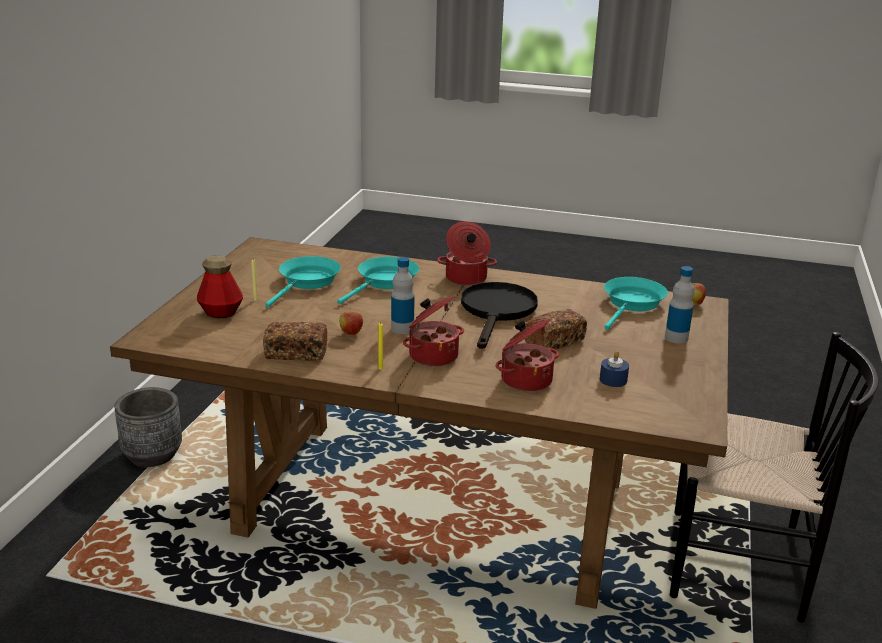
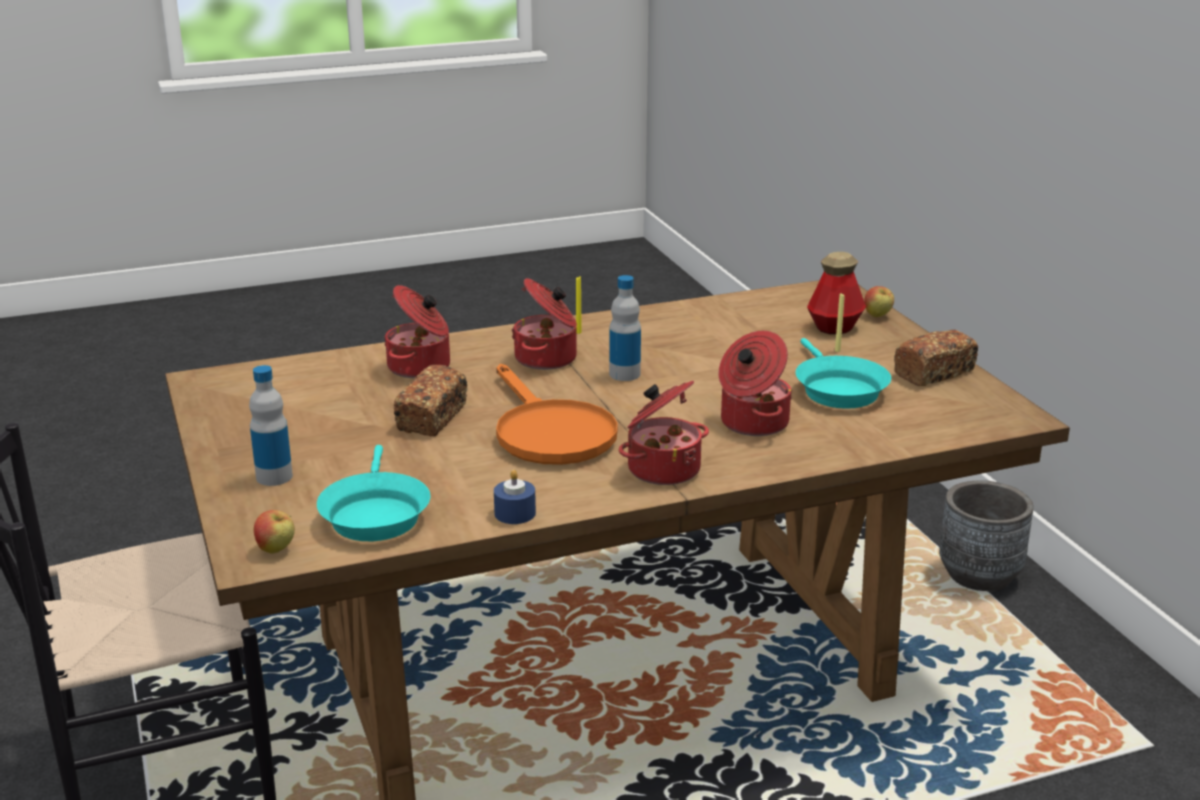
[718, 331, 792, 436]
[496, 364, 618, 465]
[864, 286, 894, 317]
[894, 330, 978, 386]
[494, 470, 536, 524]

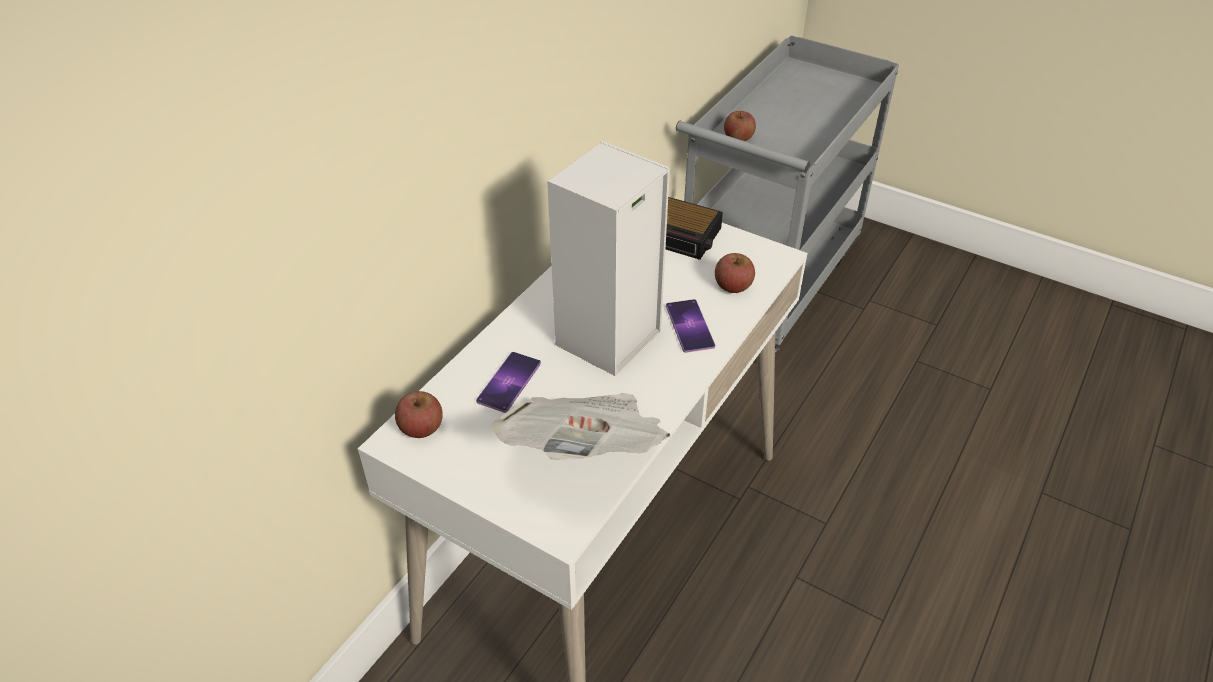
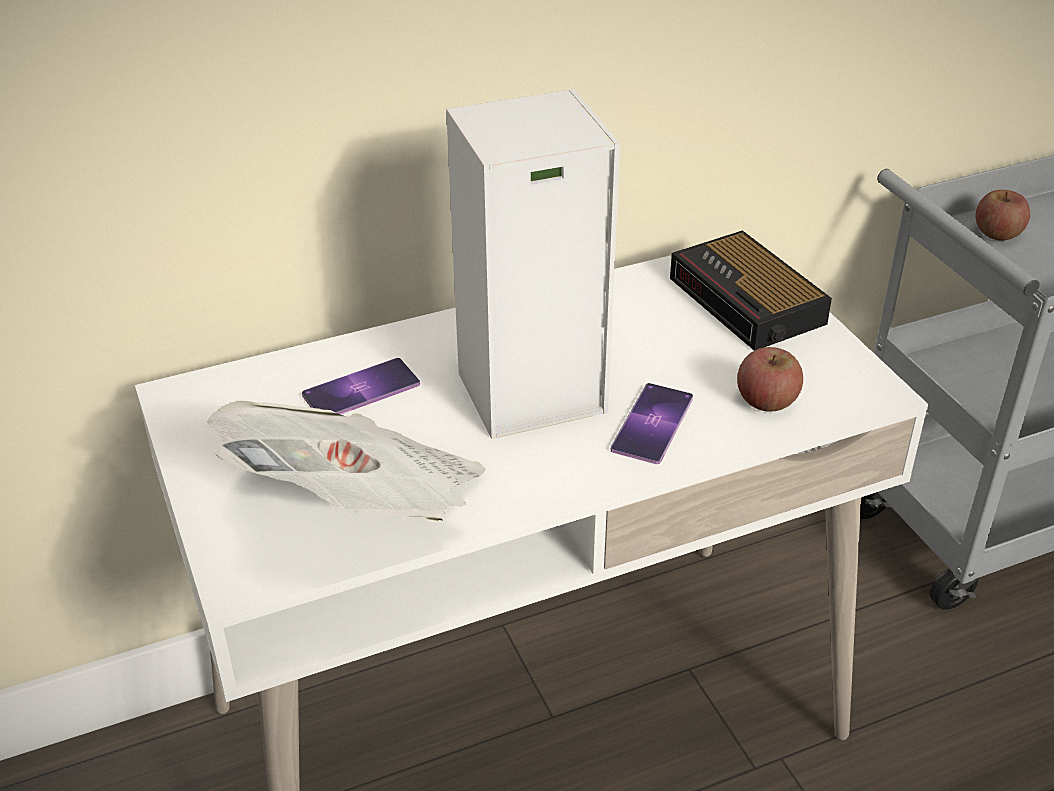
[395, 391, 443, 438] (first image)

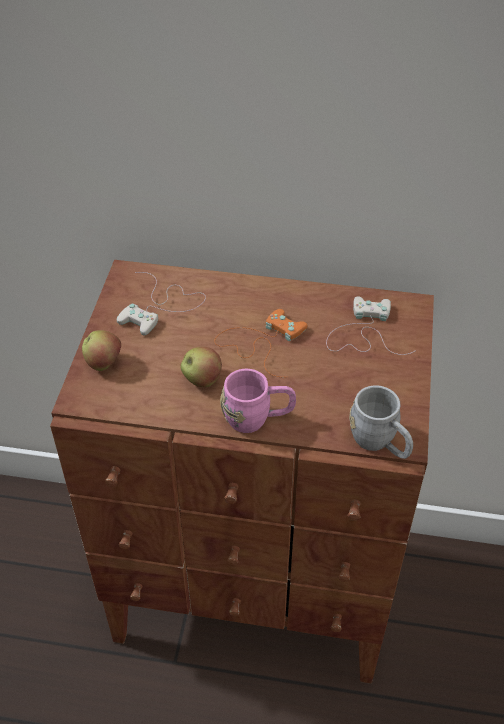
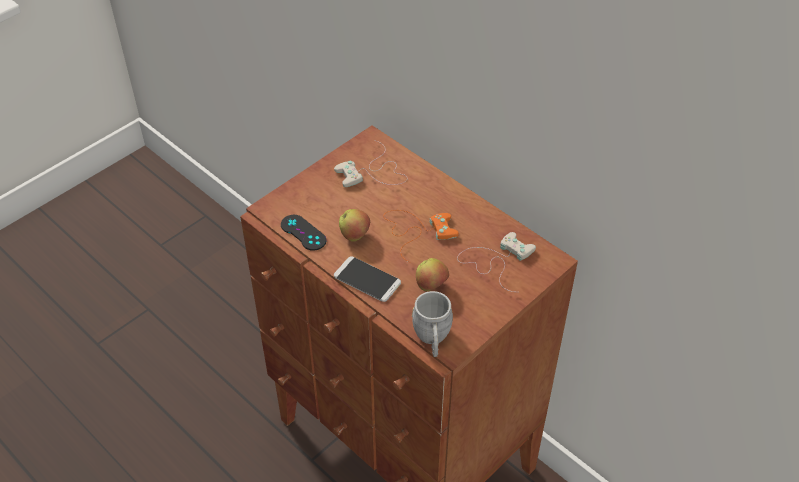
[416, 258, 449, 291]
[334, 256, 401, 302]
[281, 215, 326, 251]

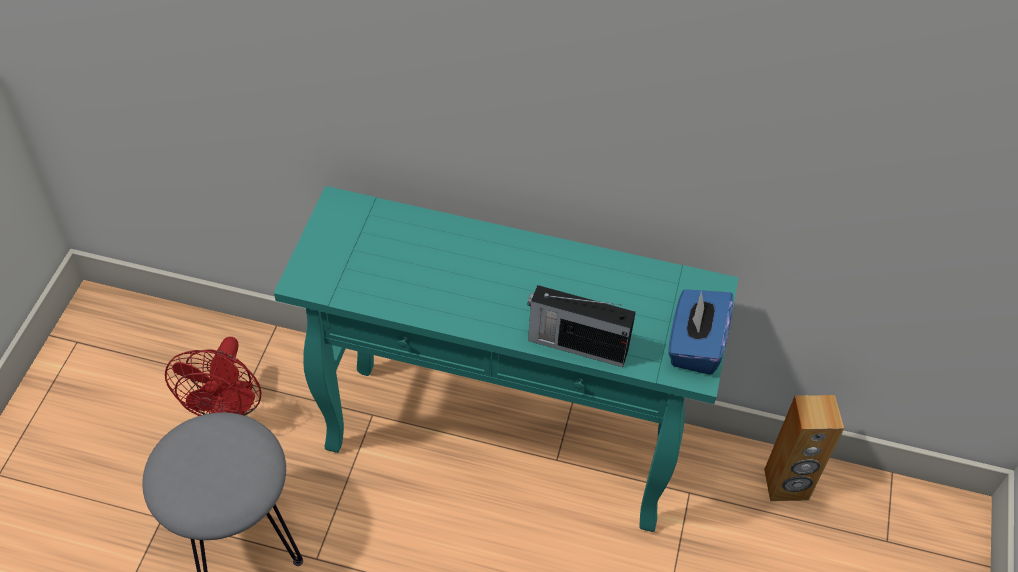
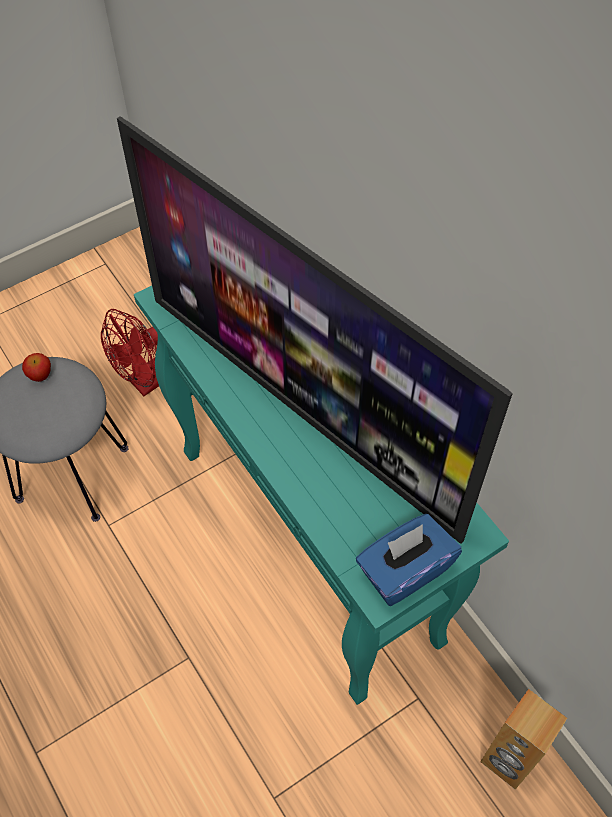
[527, 285, 636, 367] (first image)
[117, 116, 513, 544]
[22, 353, 51, 382]

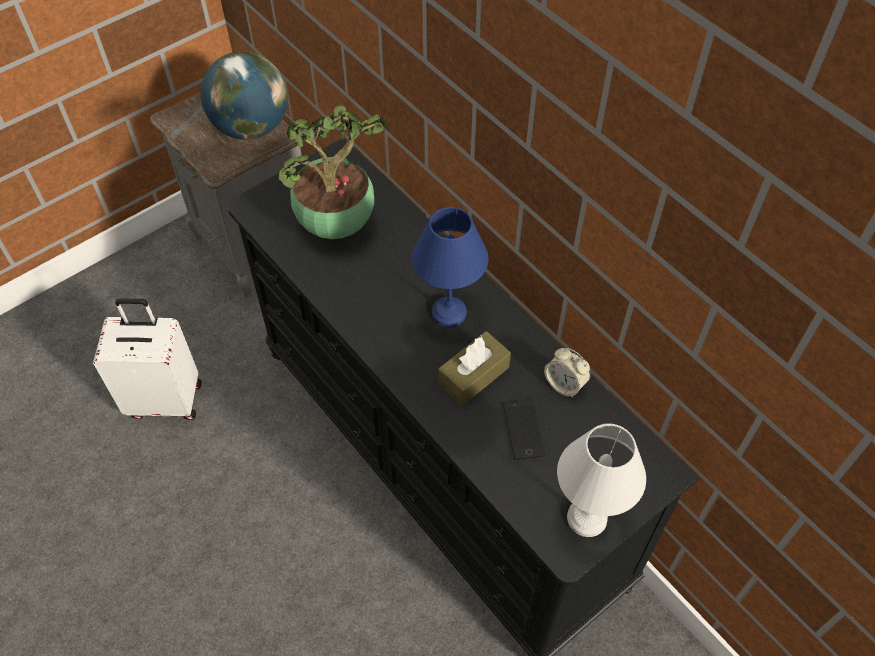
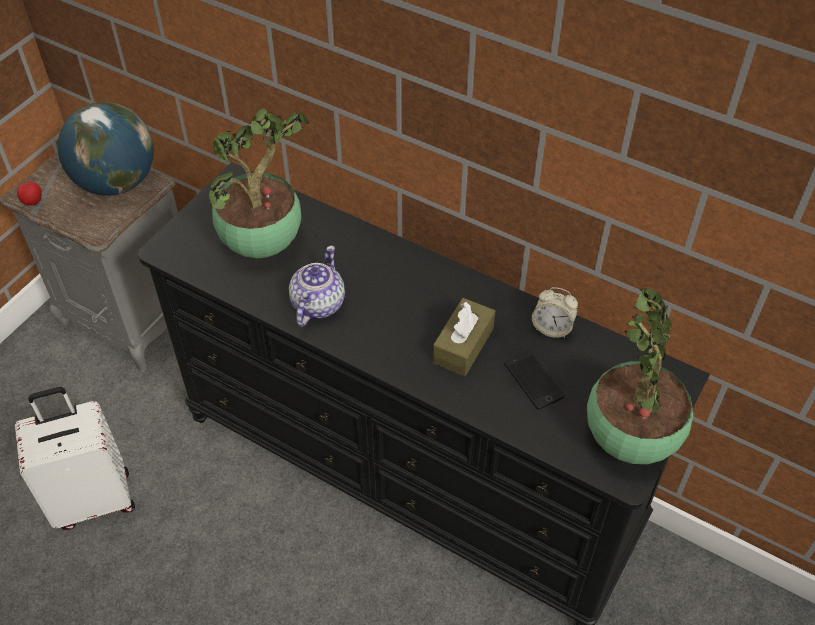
[412, 207, 488, 327] (first image)
[587, 289, 693, 464]
[17, 182, 42, 206]
[289, 246, 345, 327]

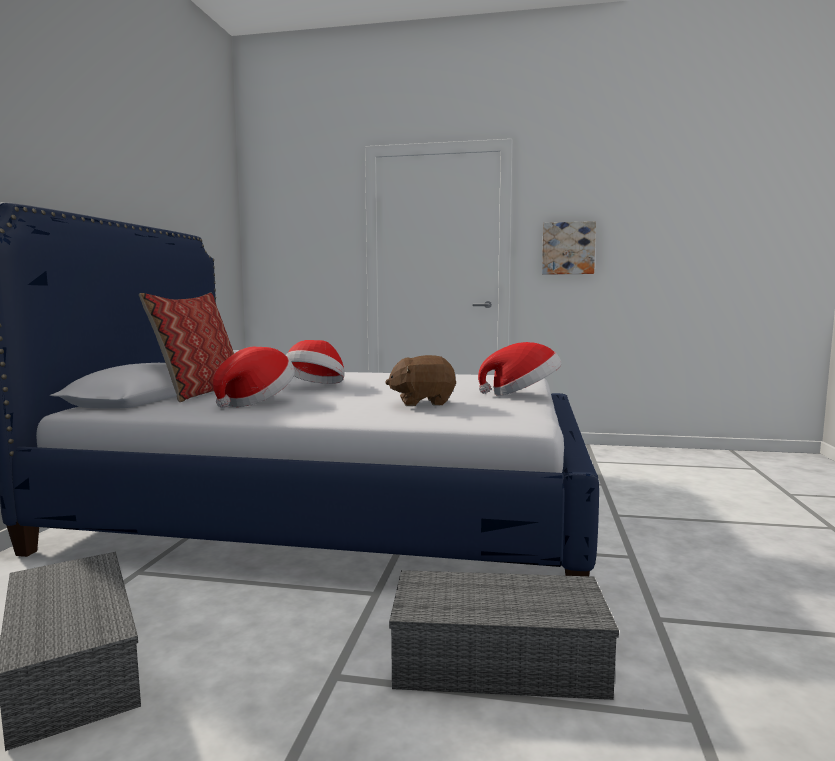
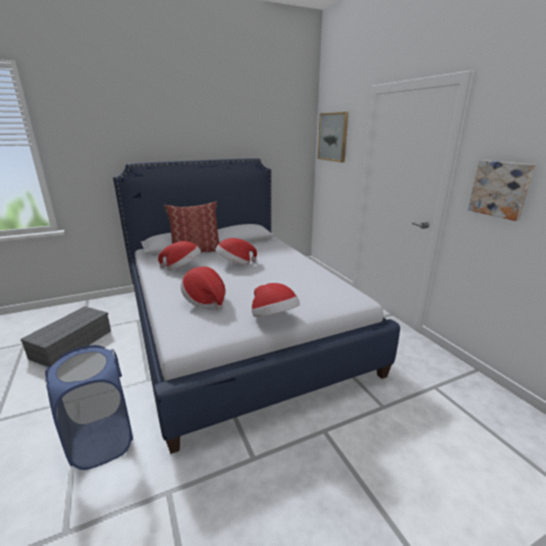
[181, 266, 226, 310]
[45, 345, 133, 470]
[318, 112, 349, 163]

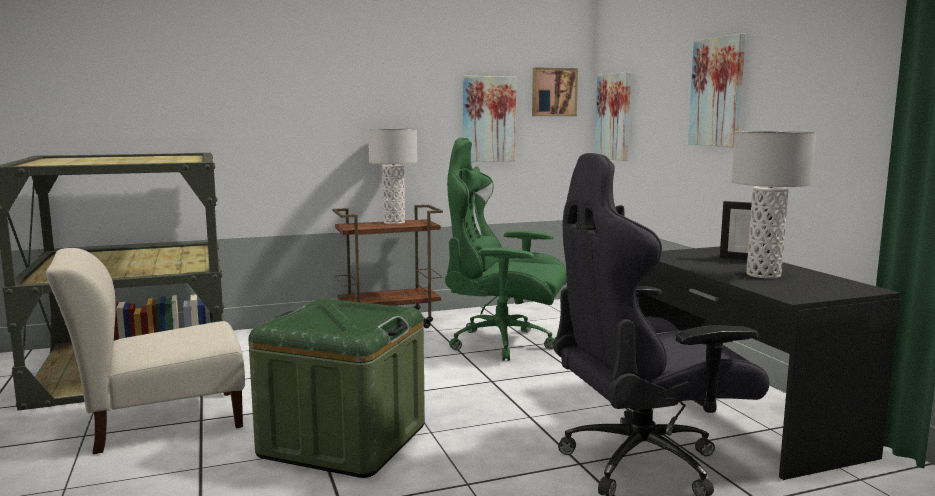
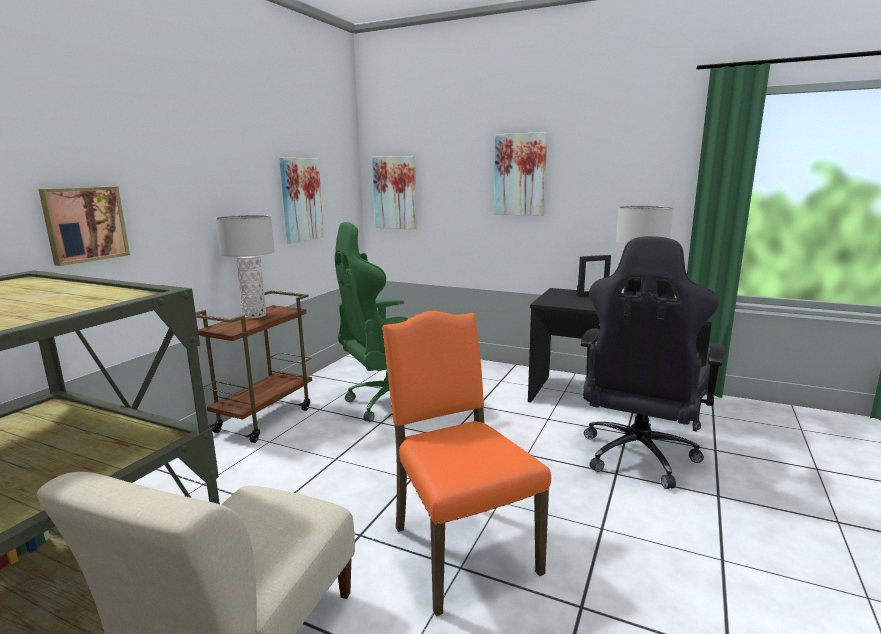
[38, 187, 130, 266]
[382, 311, 551, 616]

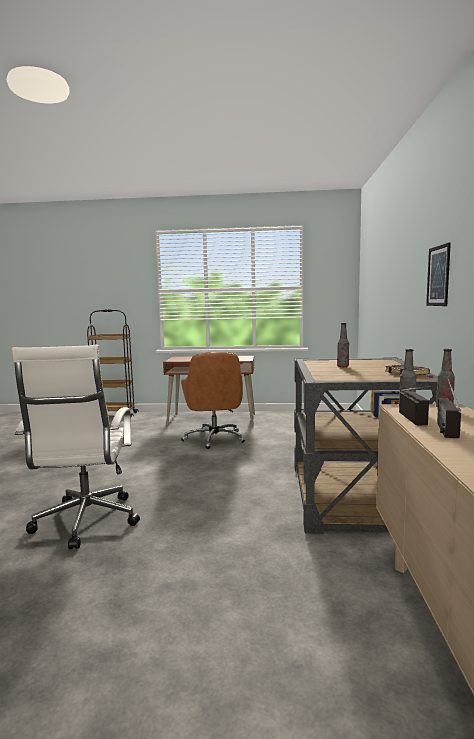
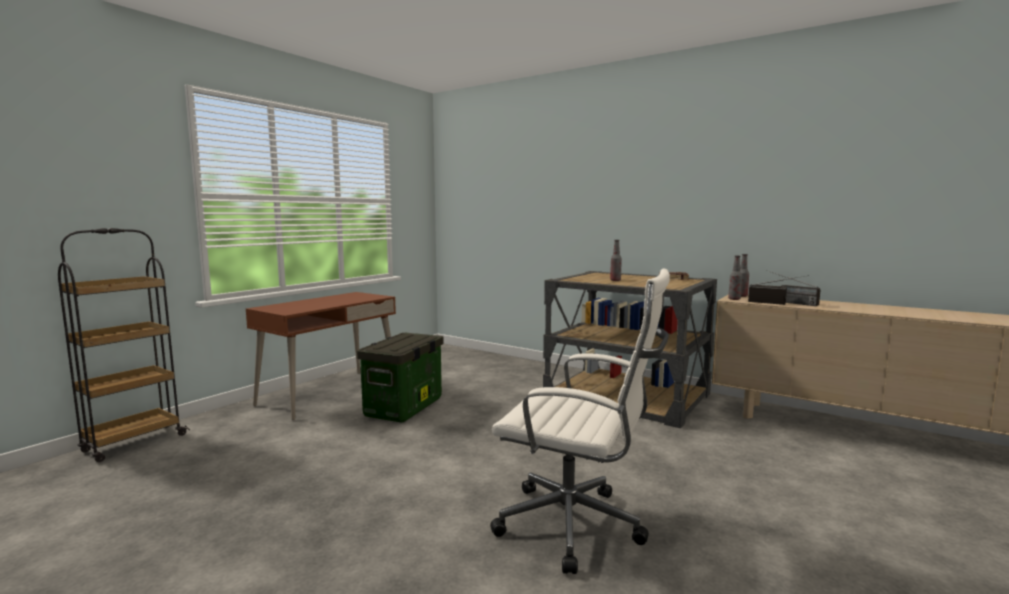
[426, 242, 451, 306] (first image)
[357, 333, 444, 423]

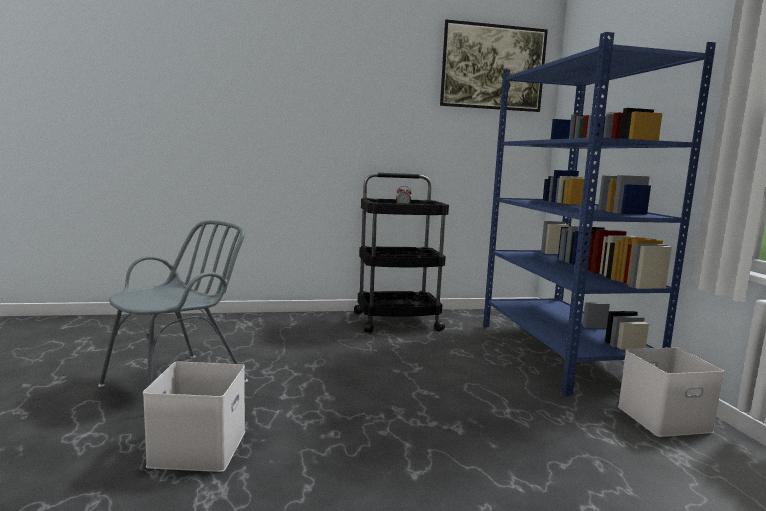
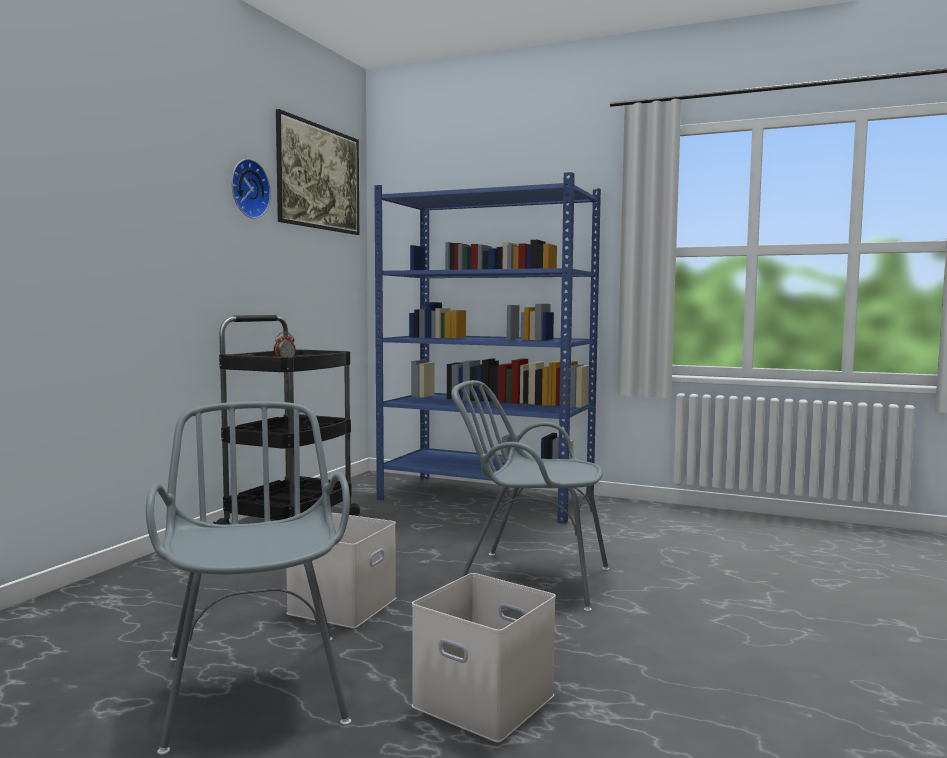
[286, 513, 396, 628]
[231, 159, 271, 219]
[451, 380, 609, 611]

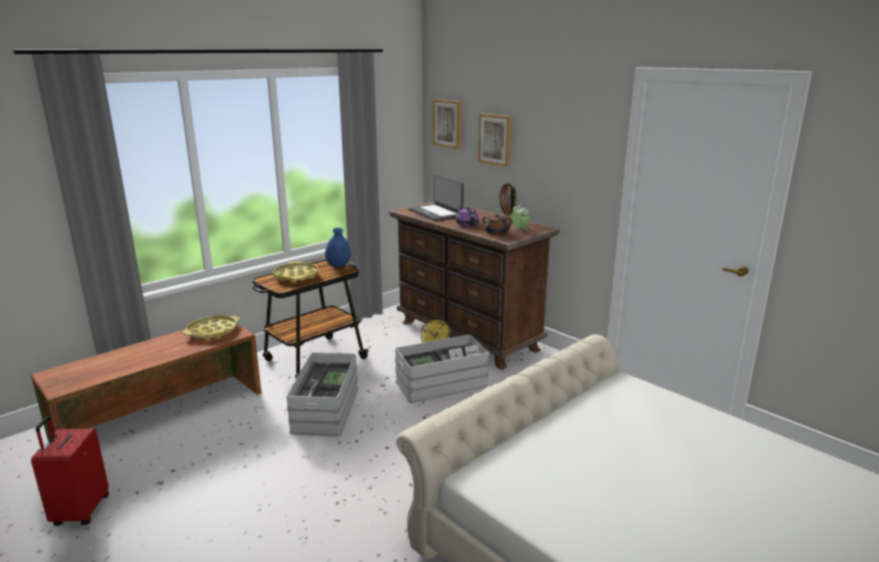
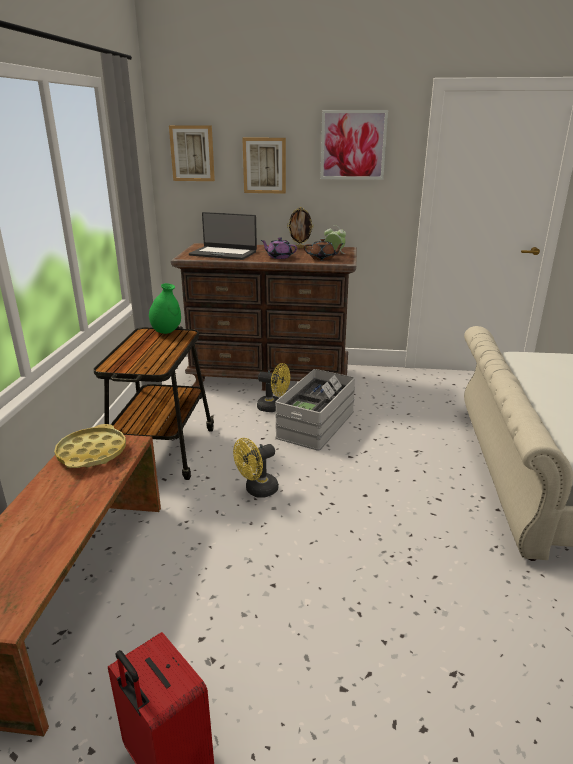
[149, 283, 181, 334]
[273, 262, 318, 282] (first image)
[233, 438, 278, 498]
[320, 110, 388, 180]

